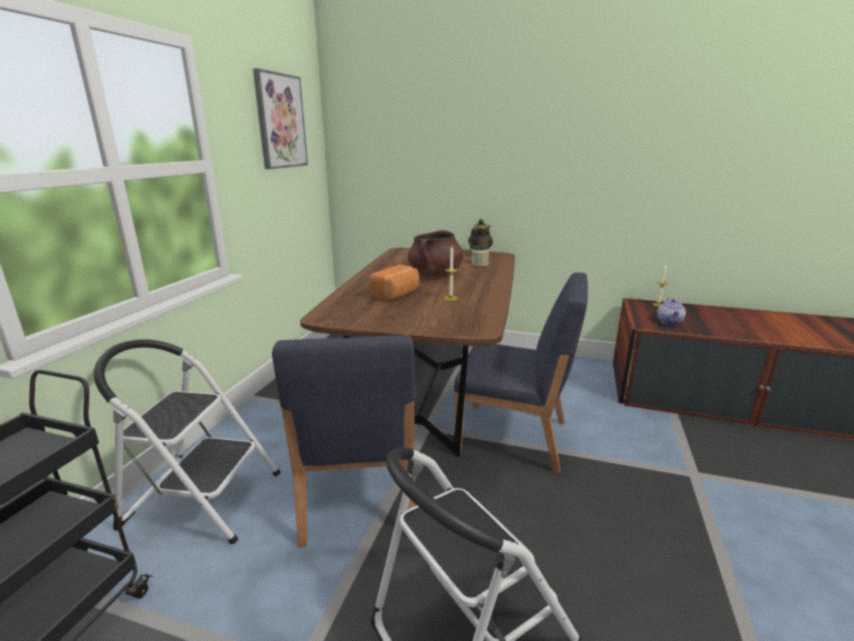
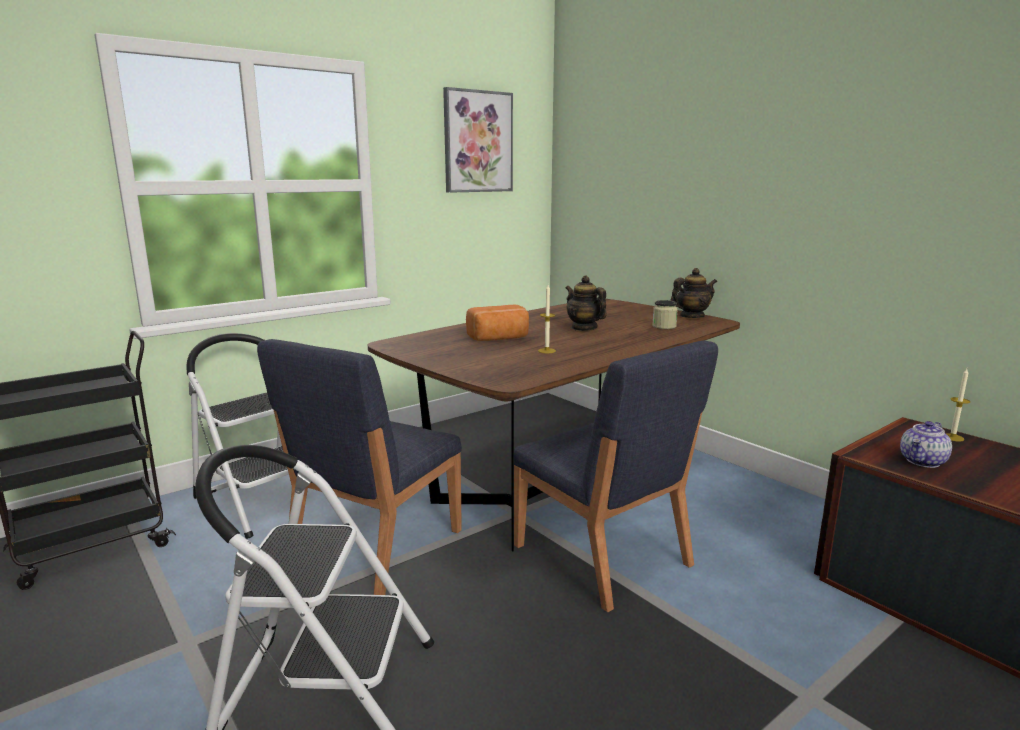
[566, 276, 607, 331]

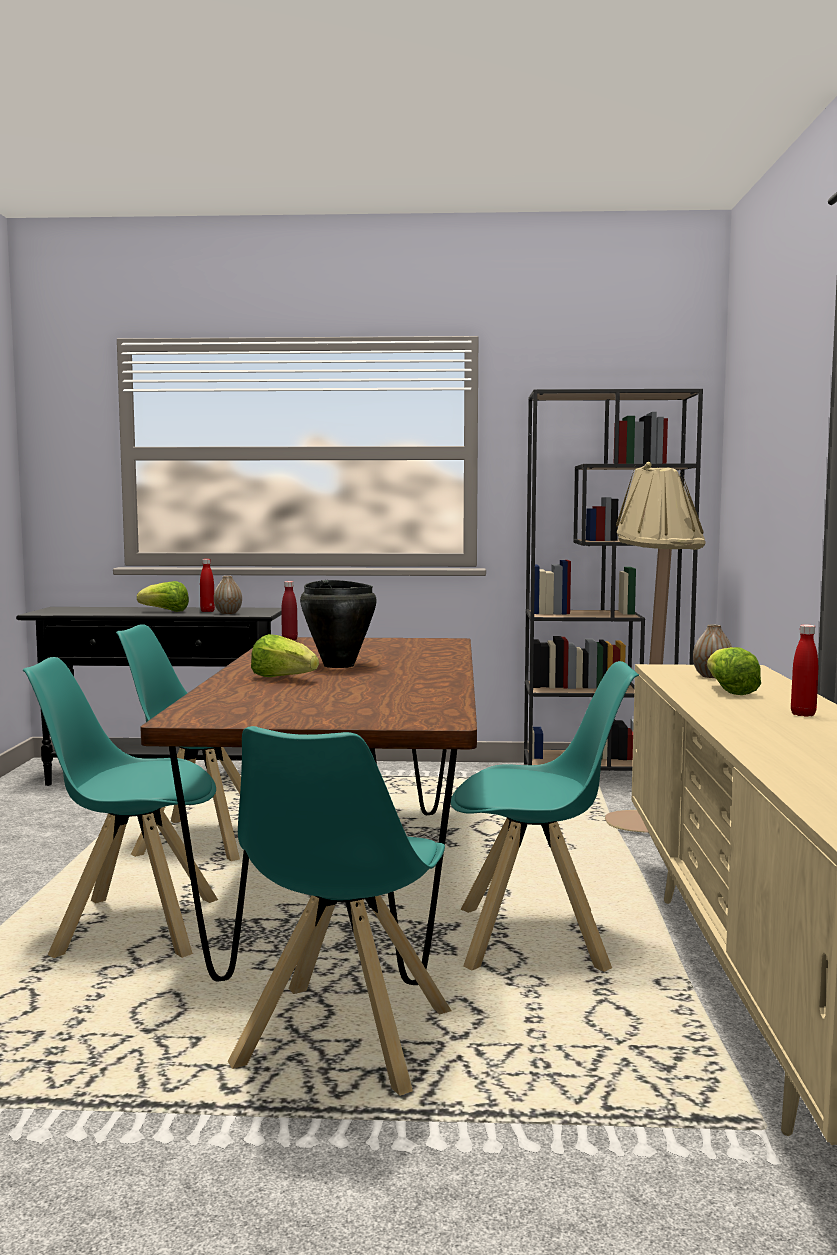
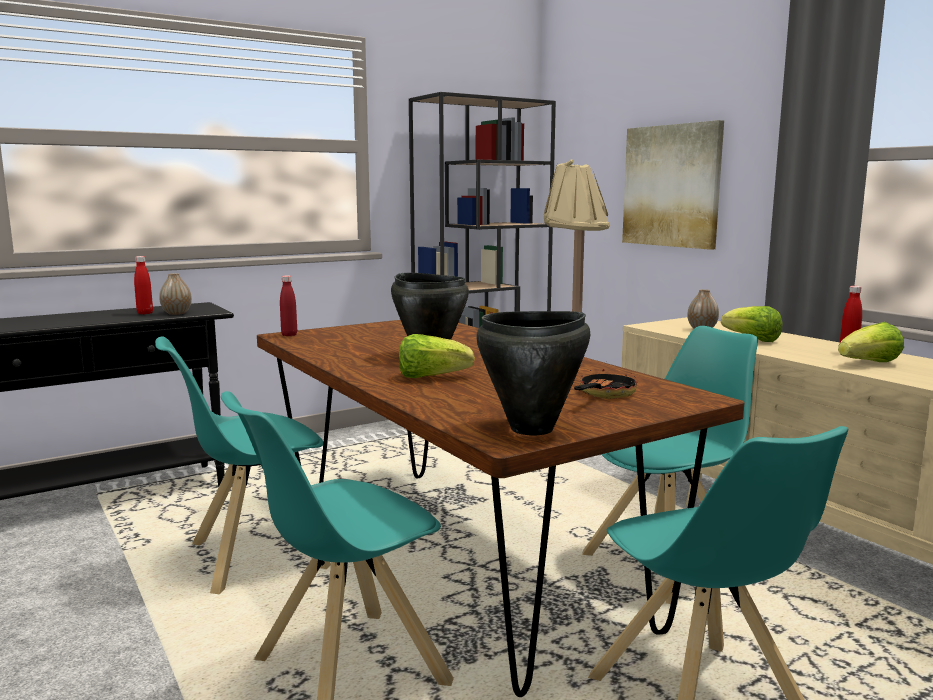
[838, 322, 904, 362]
[622, 120, 724, 250]
[476, 311, 590, 436]
[574, 369, 637, 399]

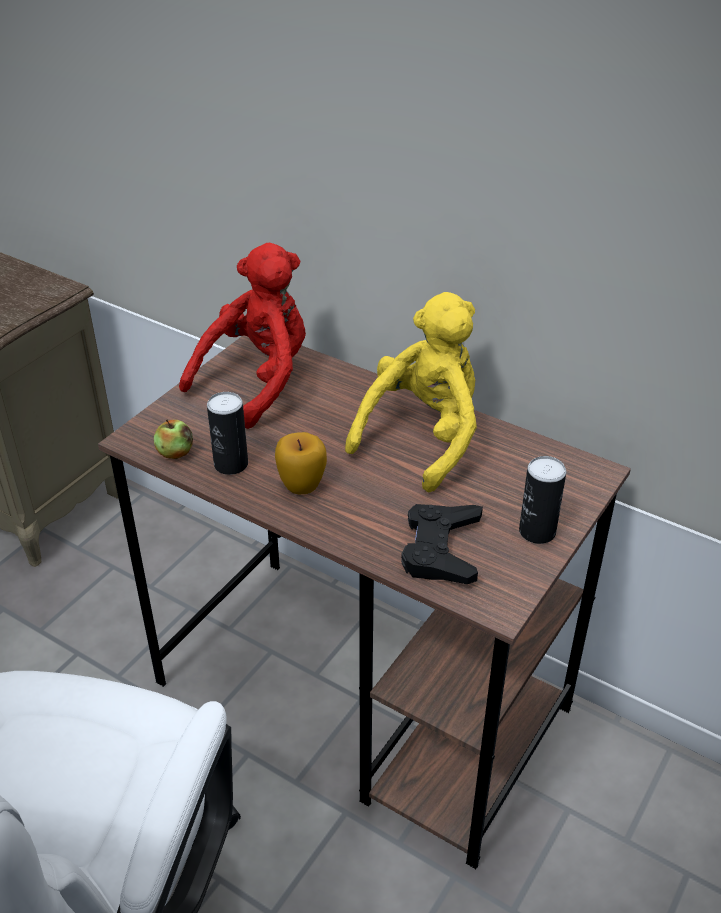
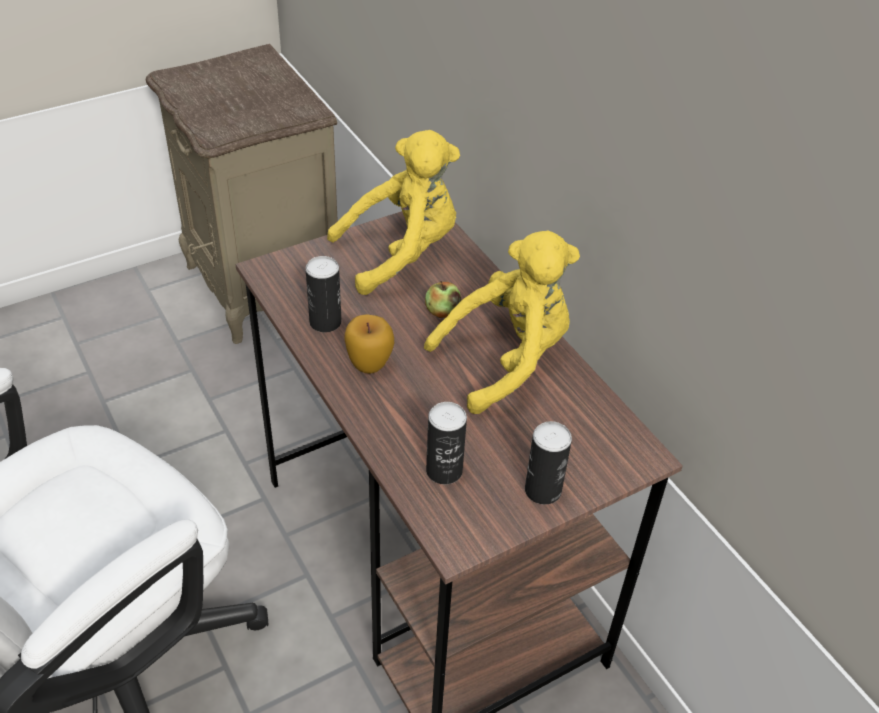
[327, 130, 460, 295]
[425, 281, 461, 318]
[426, 402, 467, 484]

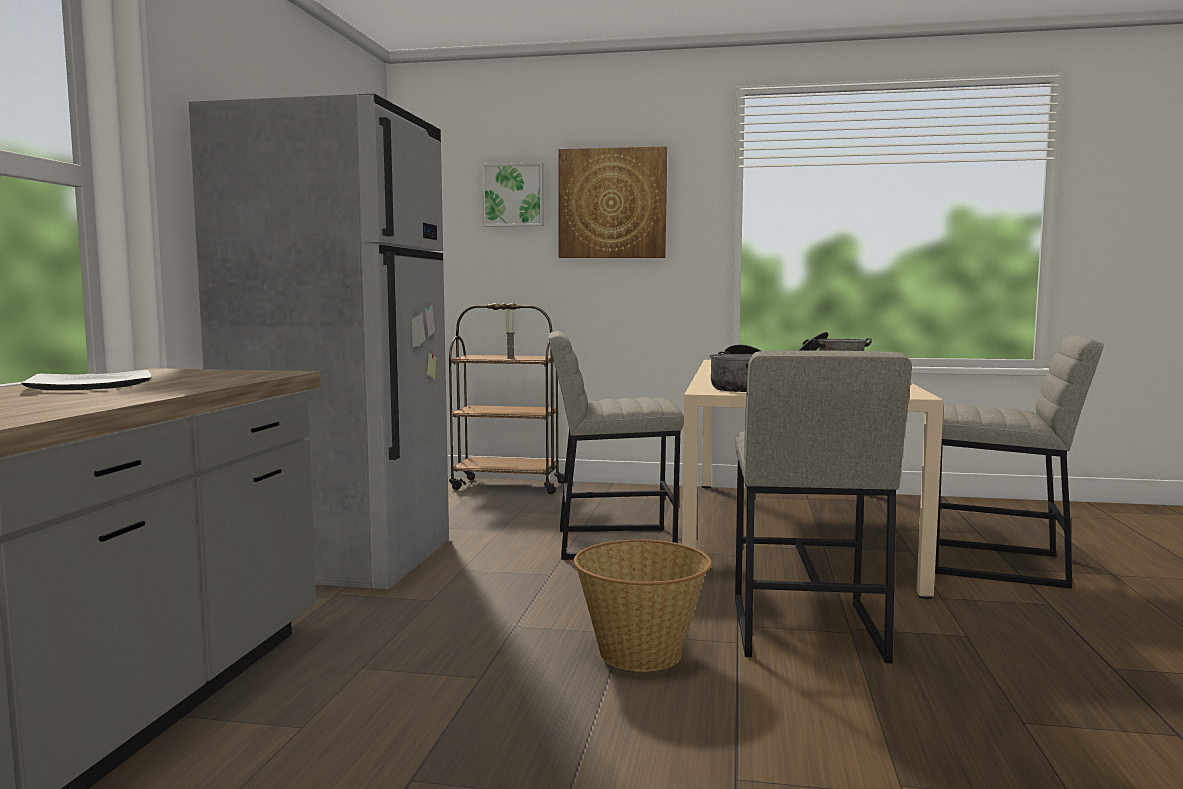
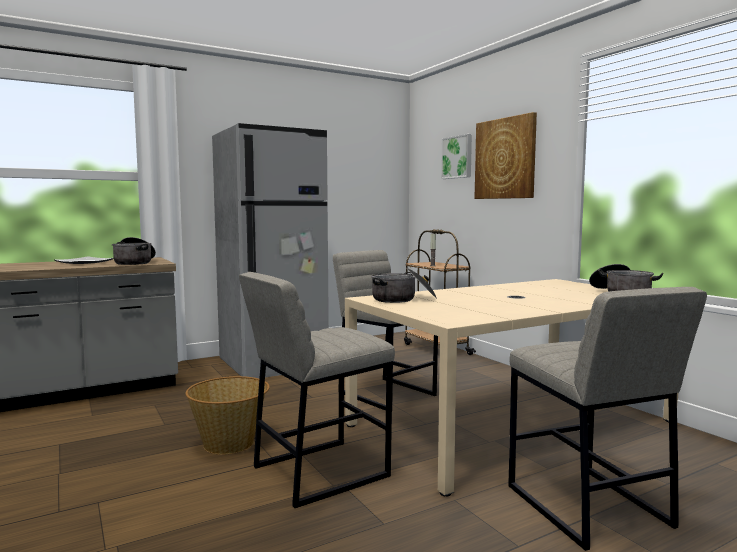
[112, 237, 156, 265]

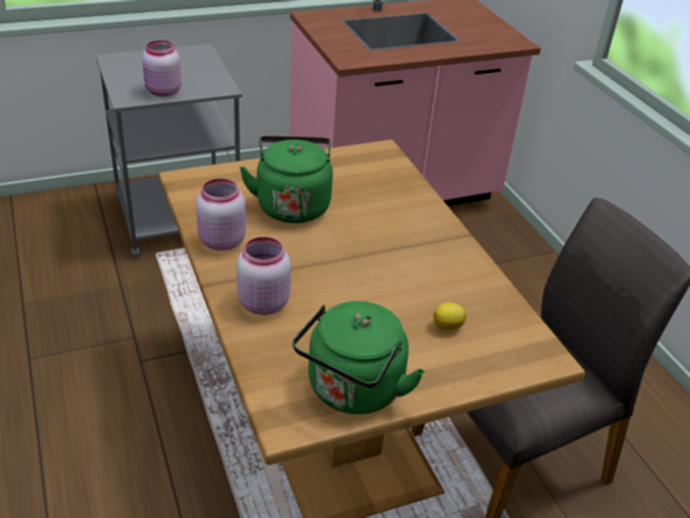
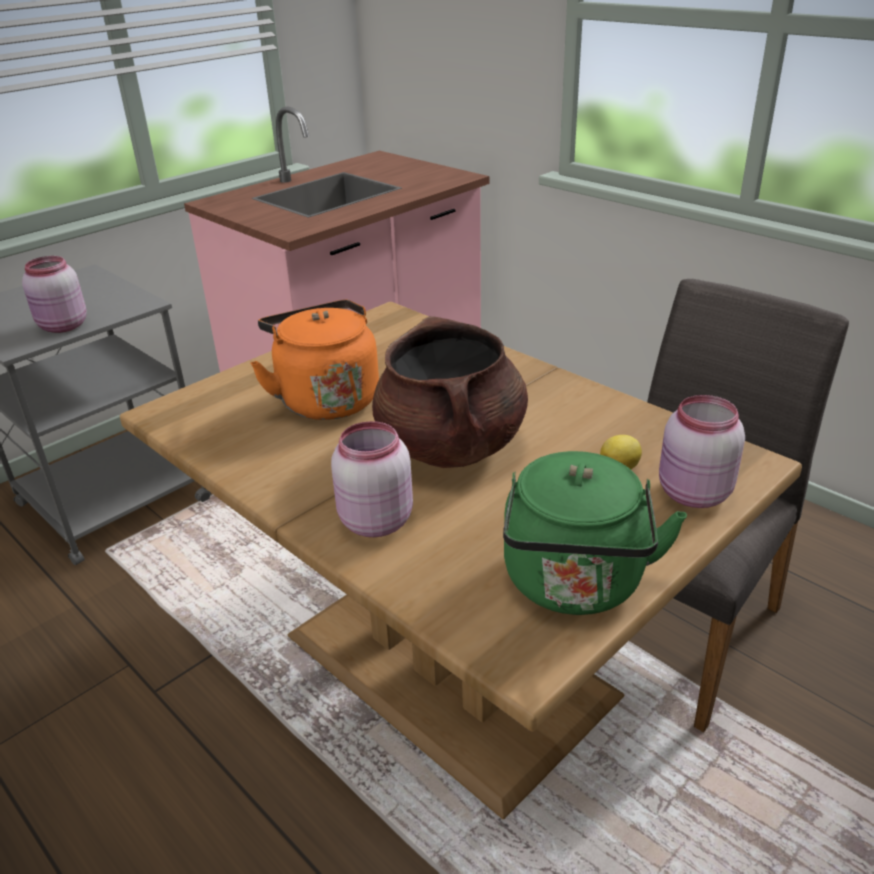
[250, 299, 379, 420]
[659, 395, 745, 508]
[372, 316, 528, 468]

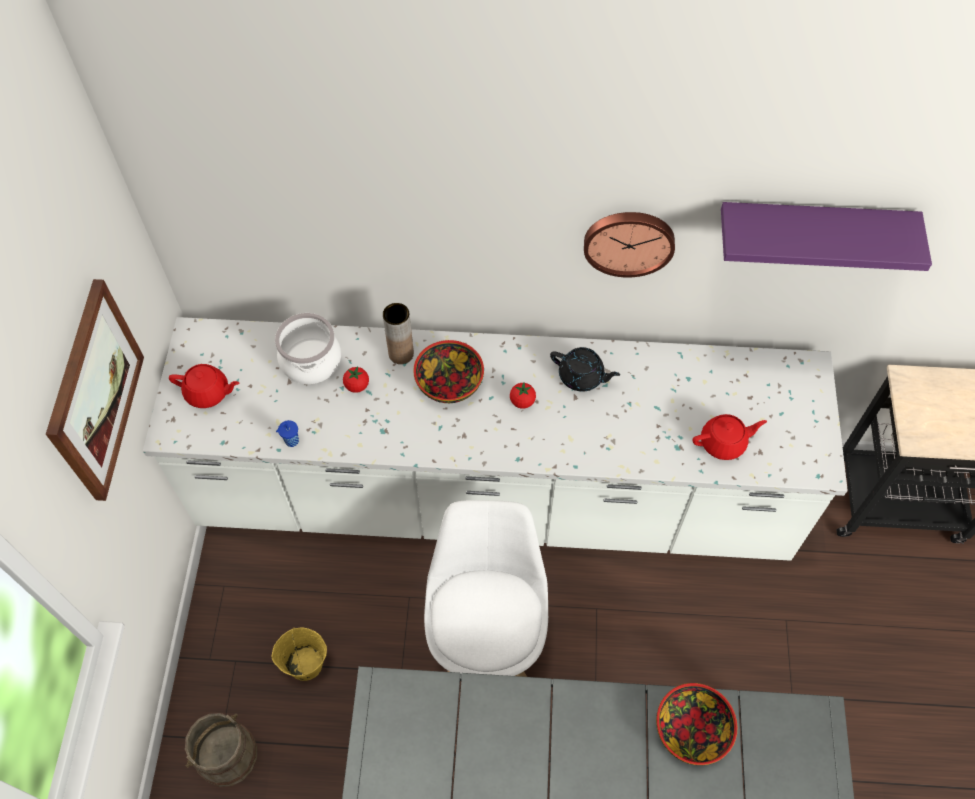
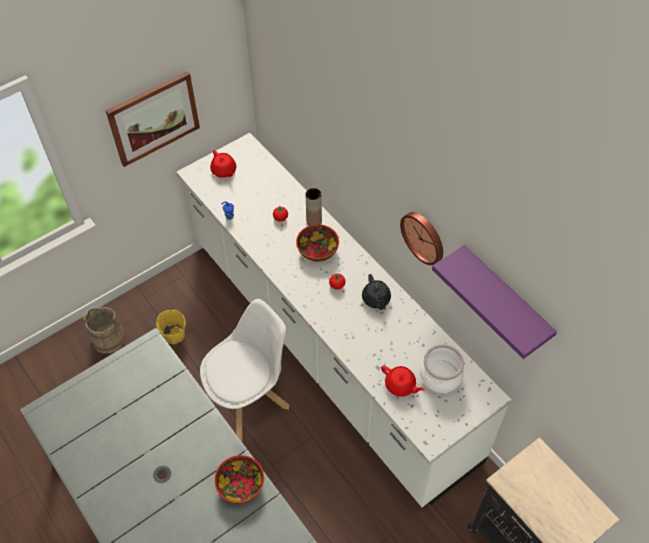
[420, 344, 464, 393]

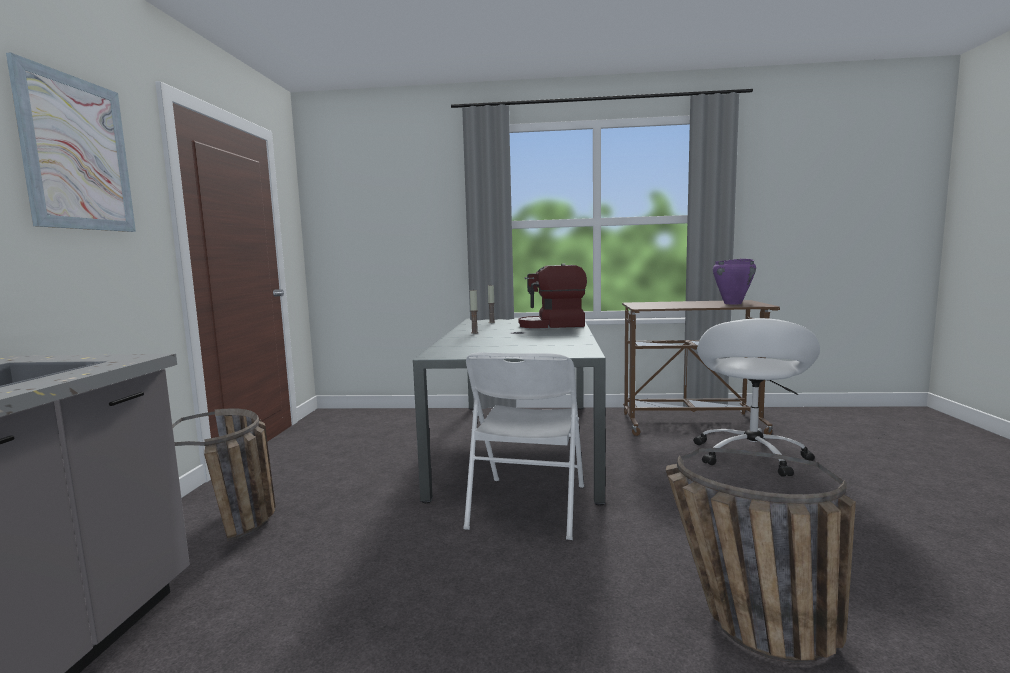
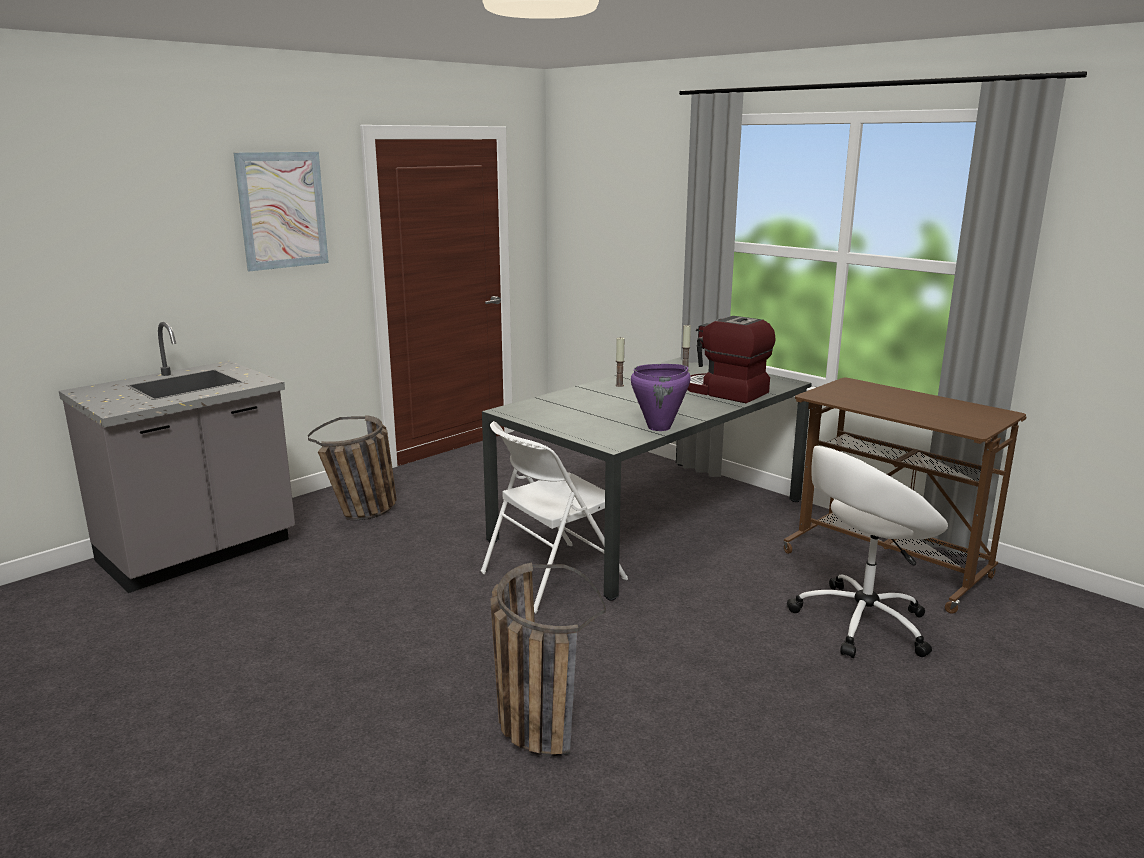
[631, 364, 691, 431]

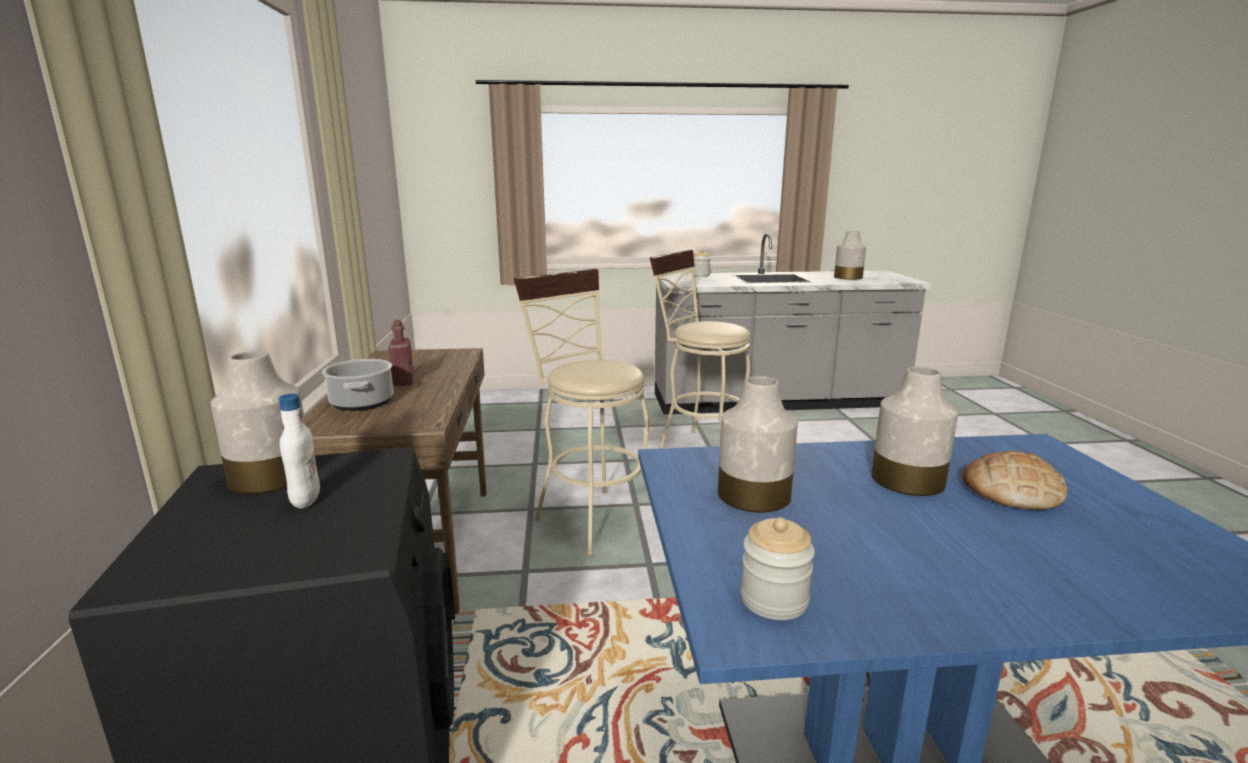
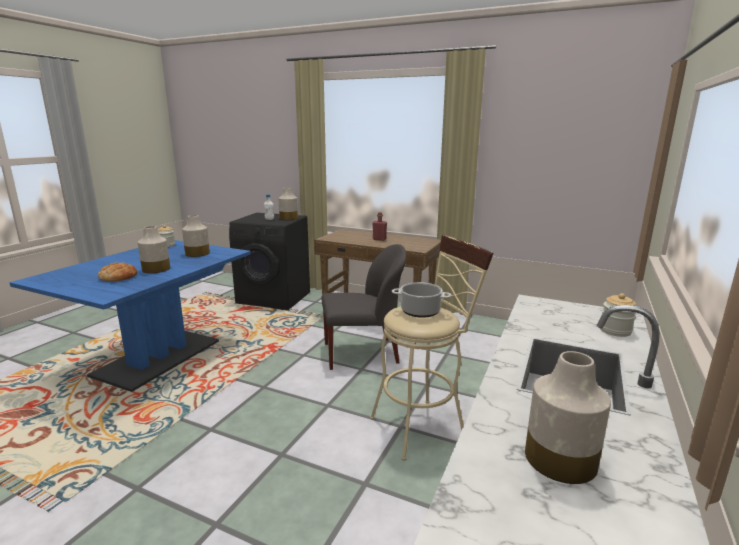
[321, 244, 406, 370]
[392, 282, 452, 318]

